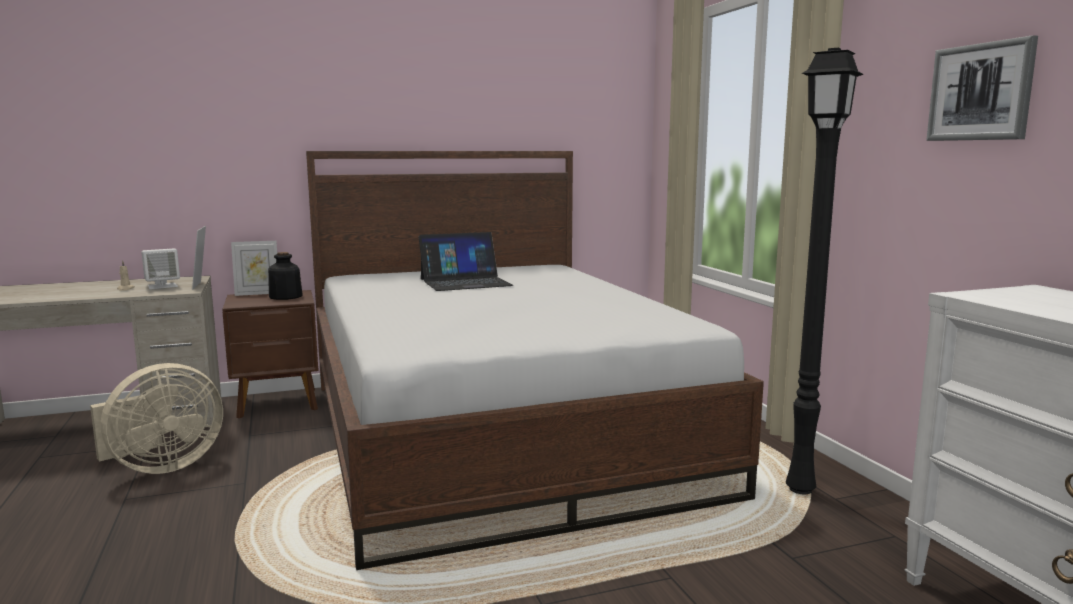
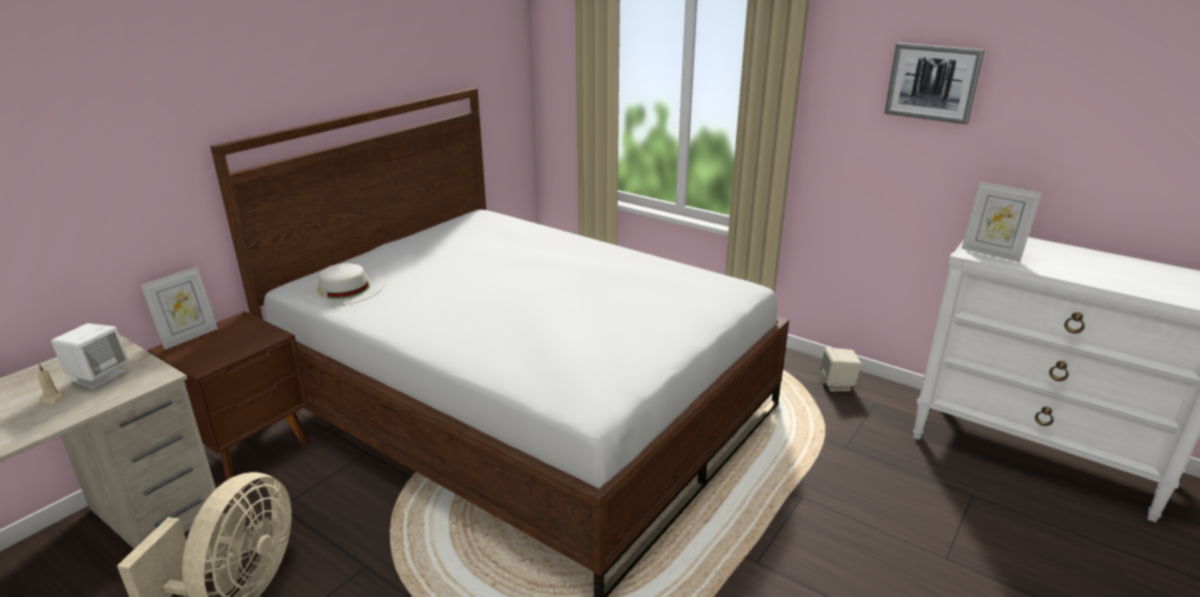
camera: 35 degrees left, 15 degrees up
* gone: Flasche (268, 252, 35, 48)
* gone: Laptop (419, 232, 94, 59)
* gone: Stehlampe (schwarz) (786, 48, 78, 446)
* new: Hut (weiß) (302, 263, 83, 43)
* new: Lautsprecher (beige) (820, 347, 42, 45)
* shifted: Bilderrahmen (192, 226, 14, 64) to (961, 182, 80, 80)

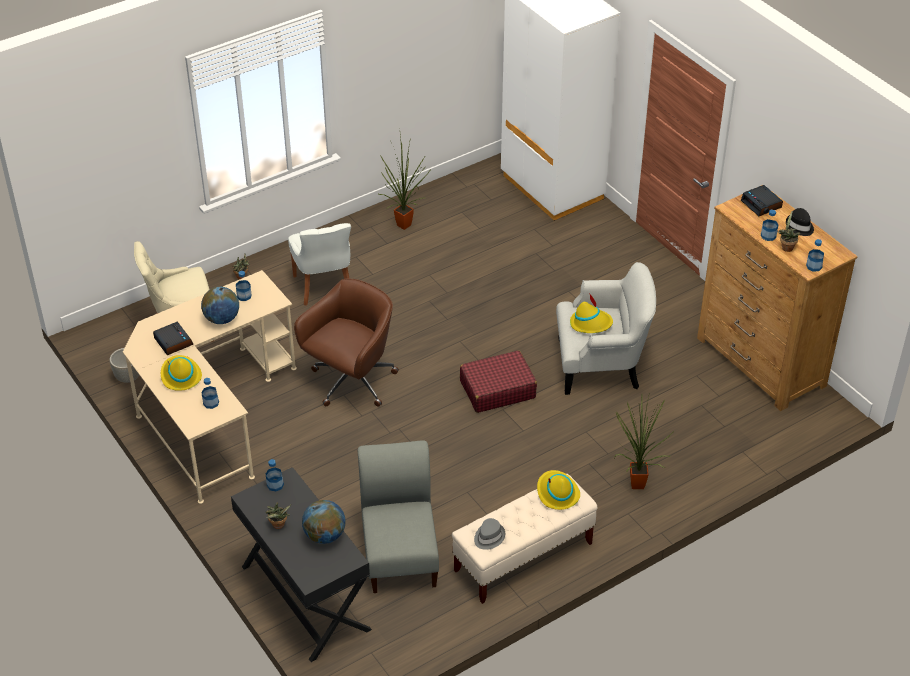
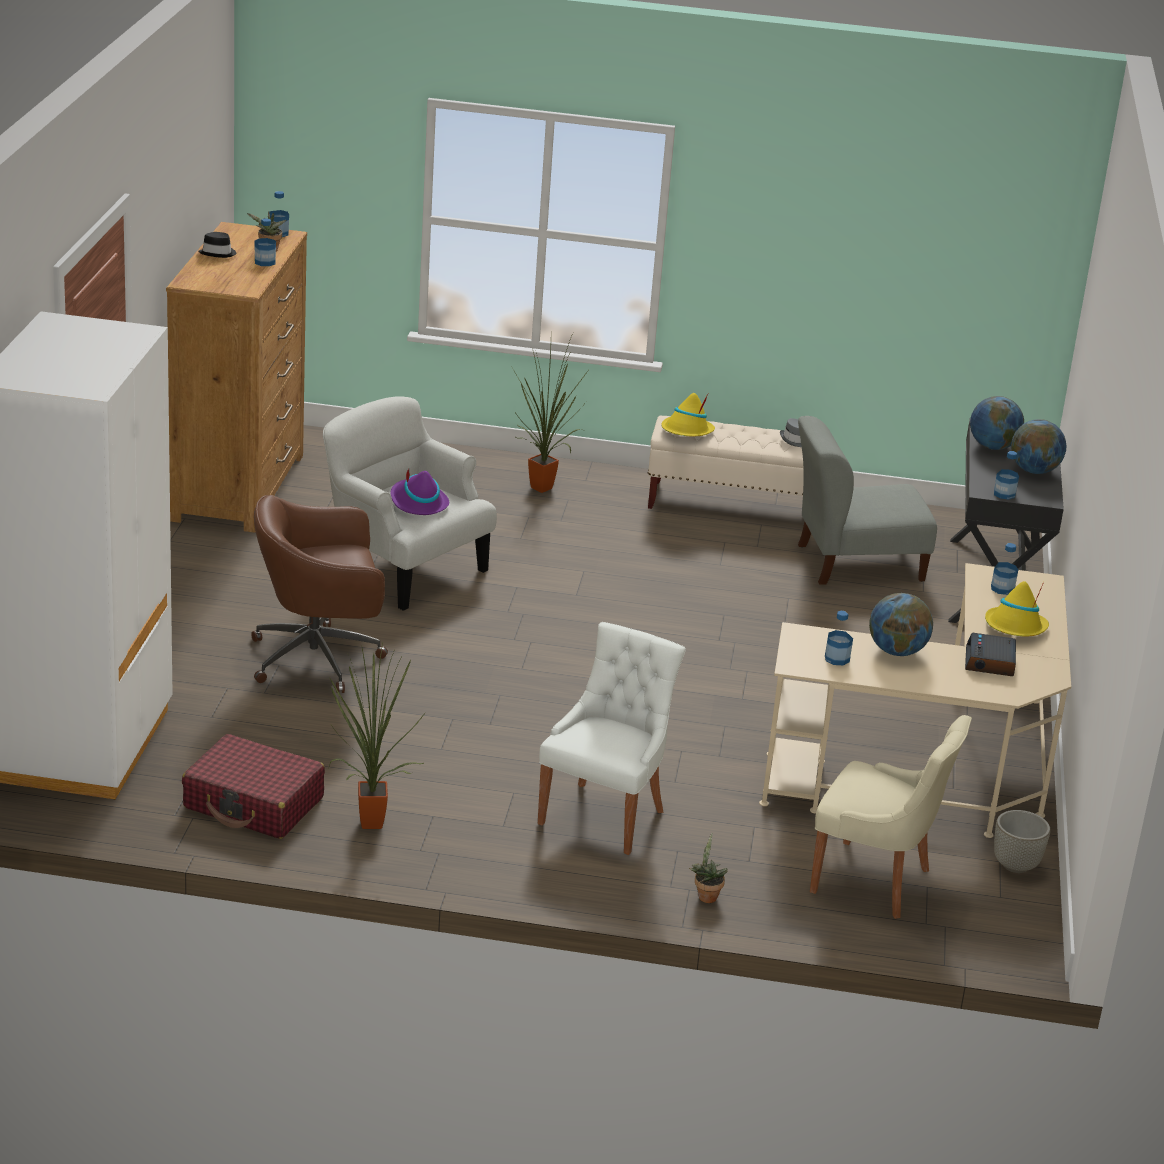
camera: 140 degrees left, 15 degrees down
* gone: Wecker (741, 185, 42, 31)
* shifted: Bürostuhl (braun) (294, 279, 105, 128) to (251, 495, 137, 198)
* shifted: Koffer (rot) (460, 350, 77, 63) to (182, 734, 143, 105)
* swapped: Topfpflanze (265, 502, 26, 27) to Globus (1011, 419, 55, 55)
* repainted: Hut (gelb) (570, 293, 43, 40) to Hut (lila) (391, 469, 58, 46)
* rotated: Stuhl (grau) (358, 440, 81, 153) = (798, 416, 139, 169) 45 degrees clockwise

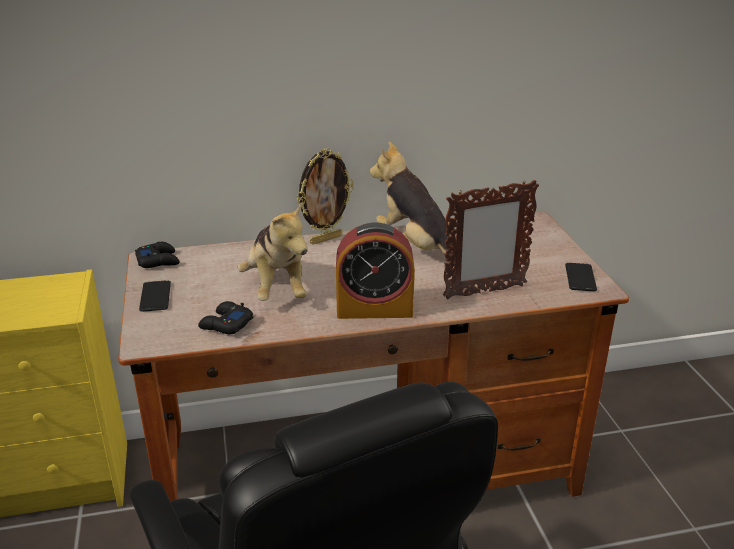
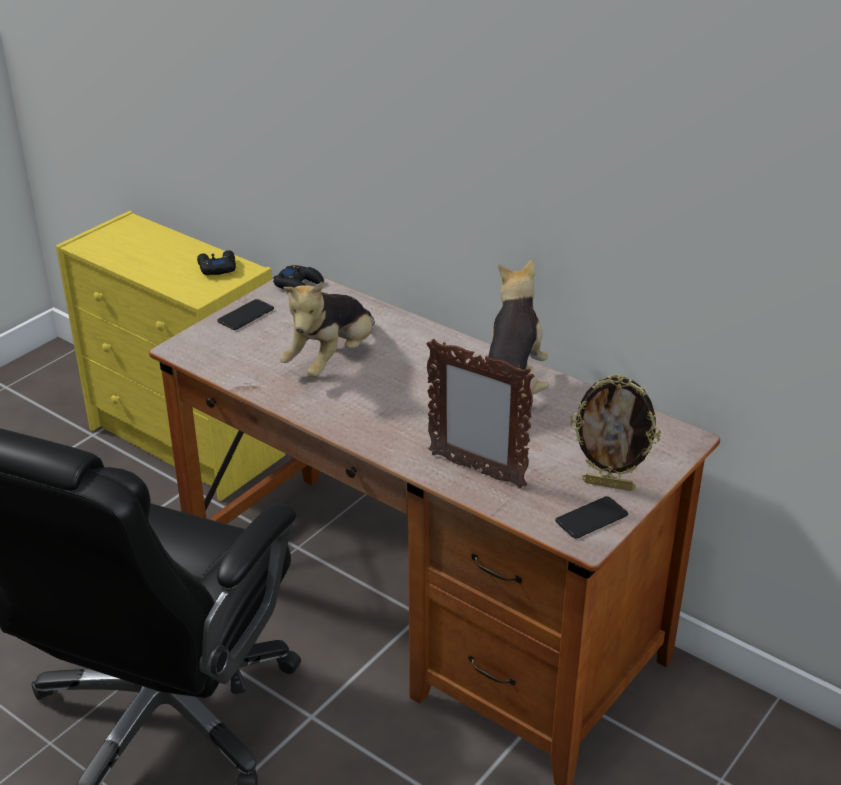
camera: 50 degrees right, 5 degrees up
* gone: Wecker (336, 222, 79, 97)
* shifted: Gamepad (schwarz) (198, 301, 55, 34) to (197, 250, 39, 25)
* shifted: Bilderrahmen (297, 148, 57, 96) to (570, 375, 91, 116)

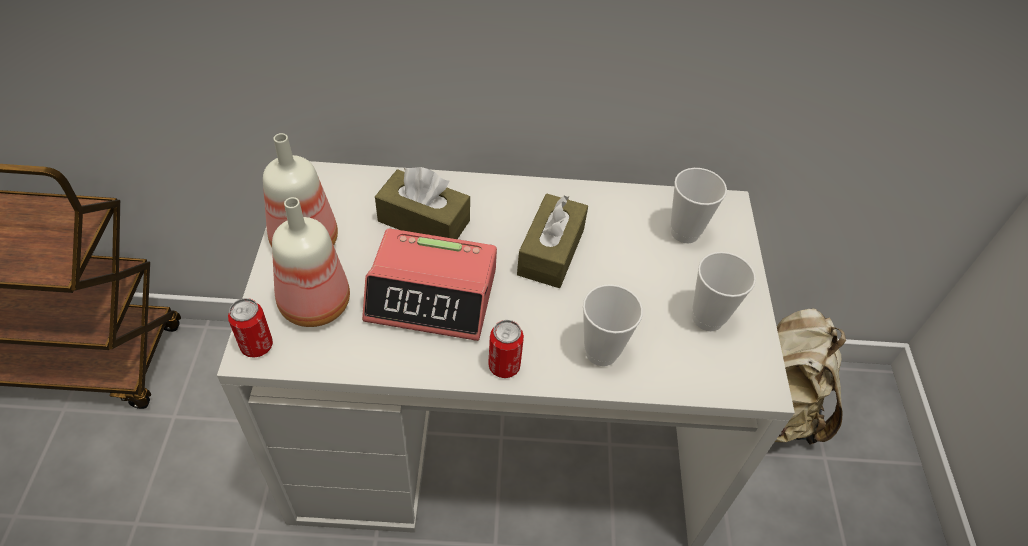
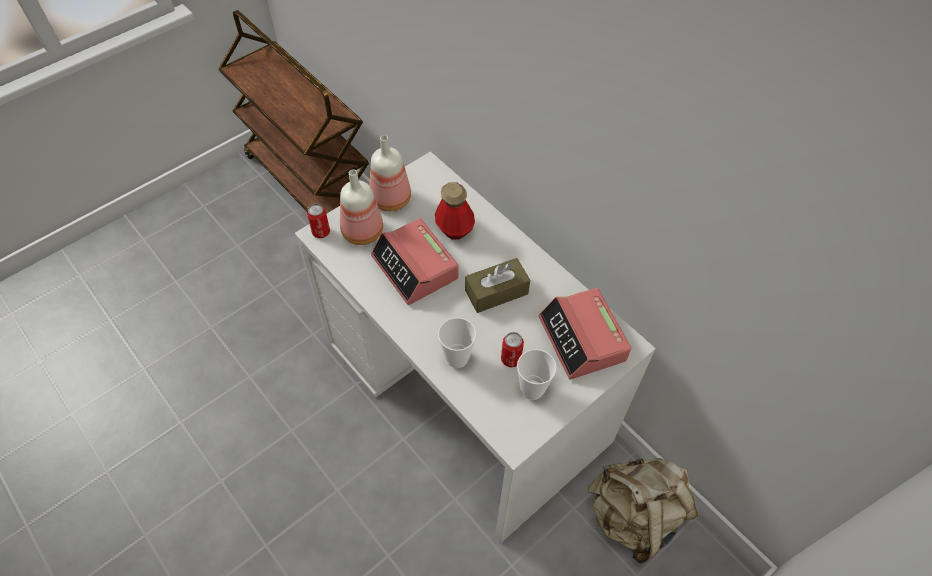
camera: 50 degrees right, 5 degrees up
* shifted: Dose (488, 320, 36, 58) to (501, 332, 23, 36)
* swapped: Taschentuchbox (braun) (375, 167, 95, 72) to Flasche (435, 183, 40, 56)
* swapped: Tasse (671, 168, 56, 75) to Wecker (538, 288, 93, 91)

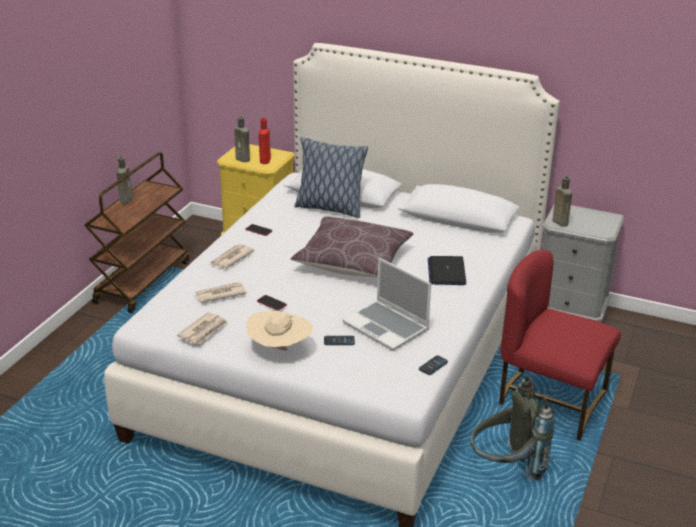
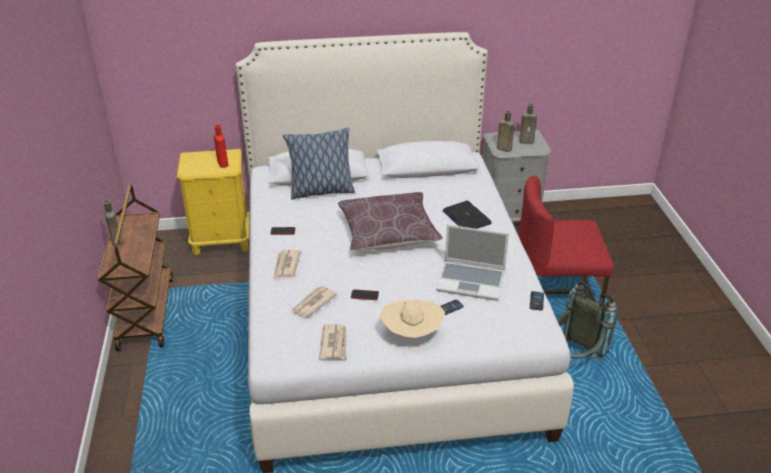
camera: 30 degrees left, 5 degrees up
* shifted: Flasche (braun) (234, 116, 16, 46) to (519, 103, 18, 41)

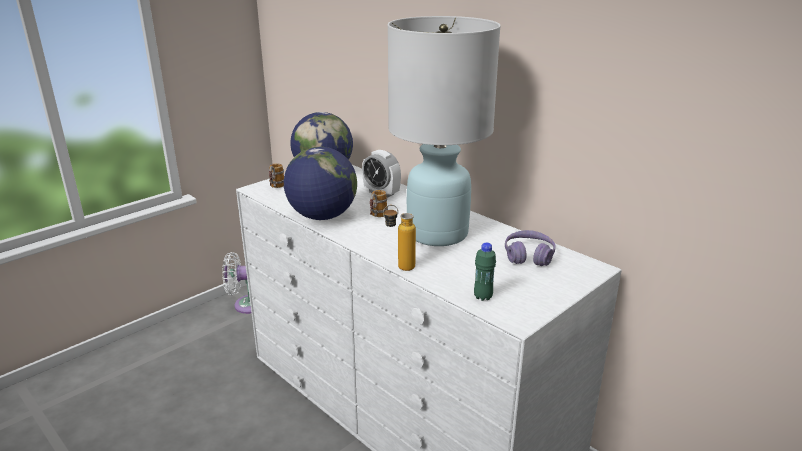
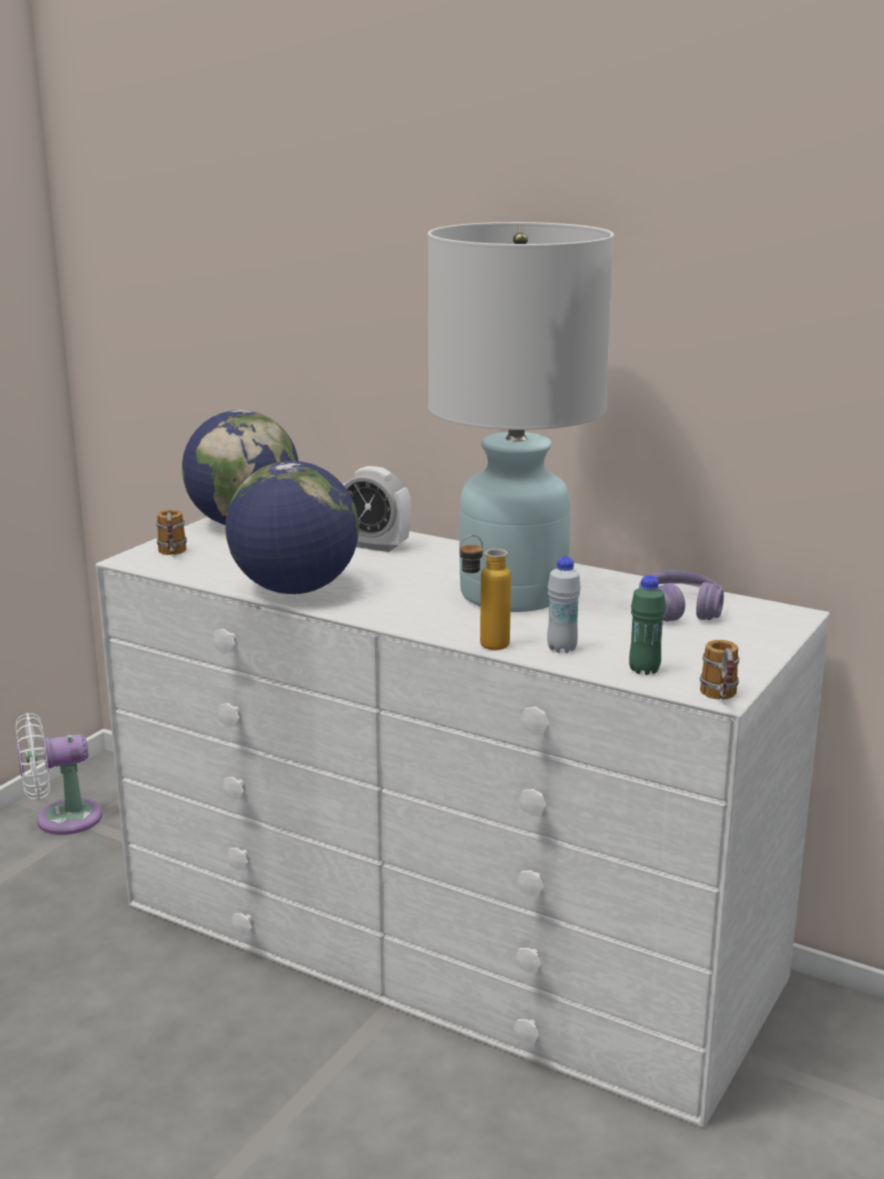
camera: 15 degrees left, 5 degrees down
* new: Flasche (weiß) (547, 557, 34, 96)
* shifted: Henkelbecher (370, 190, 18, 27) to (700, 640, 40, 59)

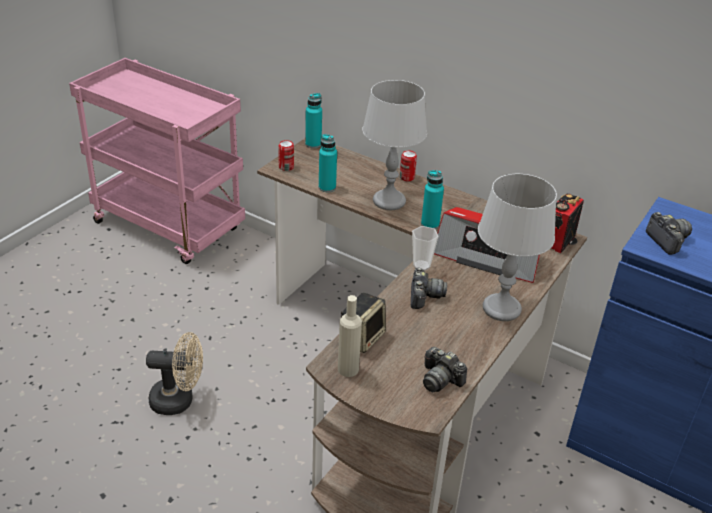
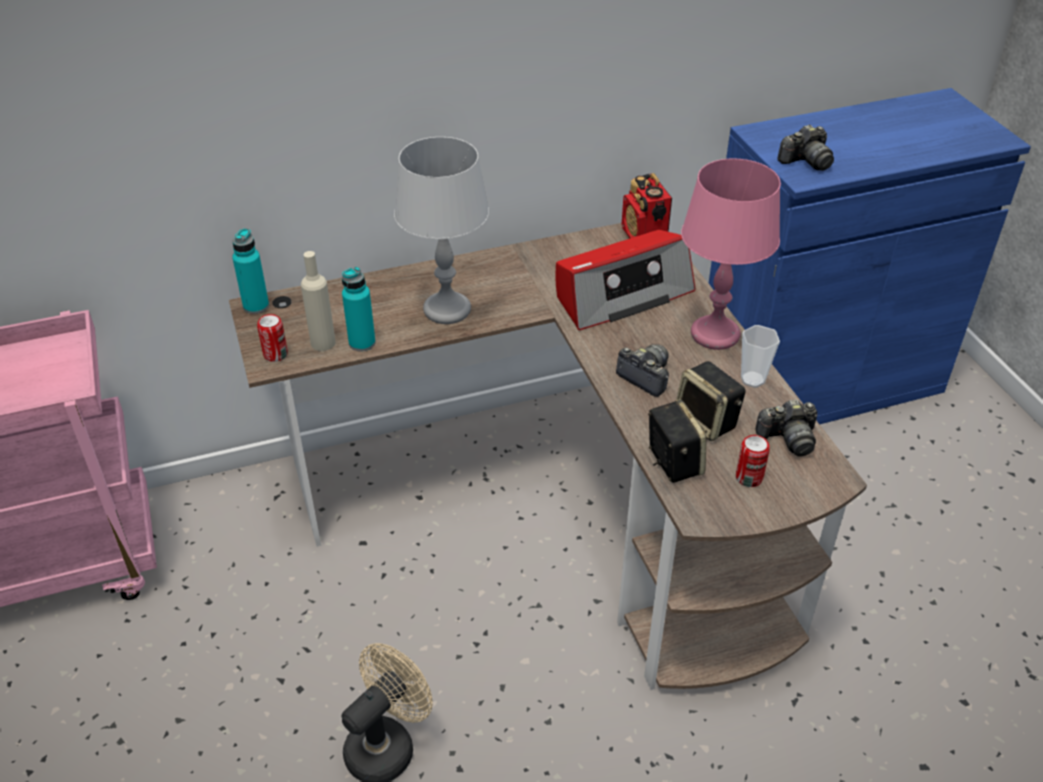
camera: 50 degrees left, 5 degrees up
* gone: Flasche (türkis) (421, 170, 23, 59)
* new: Lautsprecher (676, 361, 70, 80)
* shifted: Flasche (beige) (338, 295, 24, 82) to (301, 251, 35, 100)
* shifted: Dose (400, 150, 17, 31) to (736, 435, 34, 52)
* shifted: Tasse (412, 226, 27, 45) to (741, 325, 39, 63)
* repainted: Tischlampe (grau) (478, 174, 79, 147) to Tischlampe (rosa) (681, 158, 100, 192)
* rotated: Kamera (646, 212, 46, 43) = (777, 124, 57, 47) 135 degrees clockwise

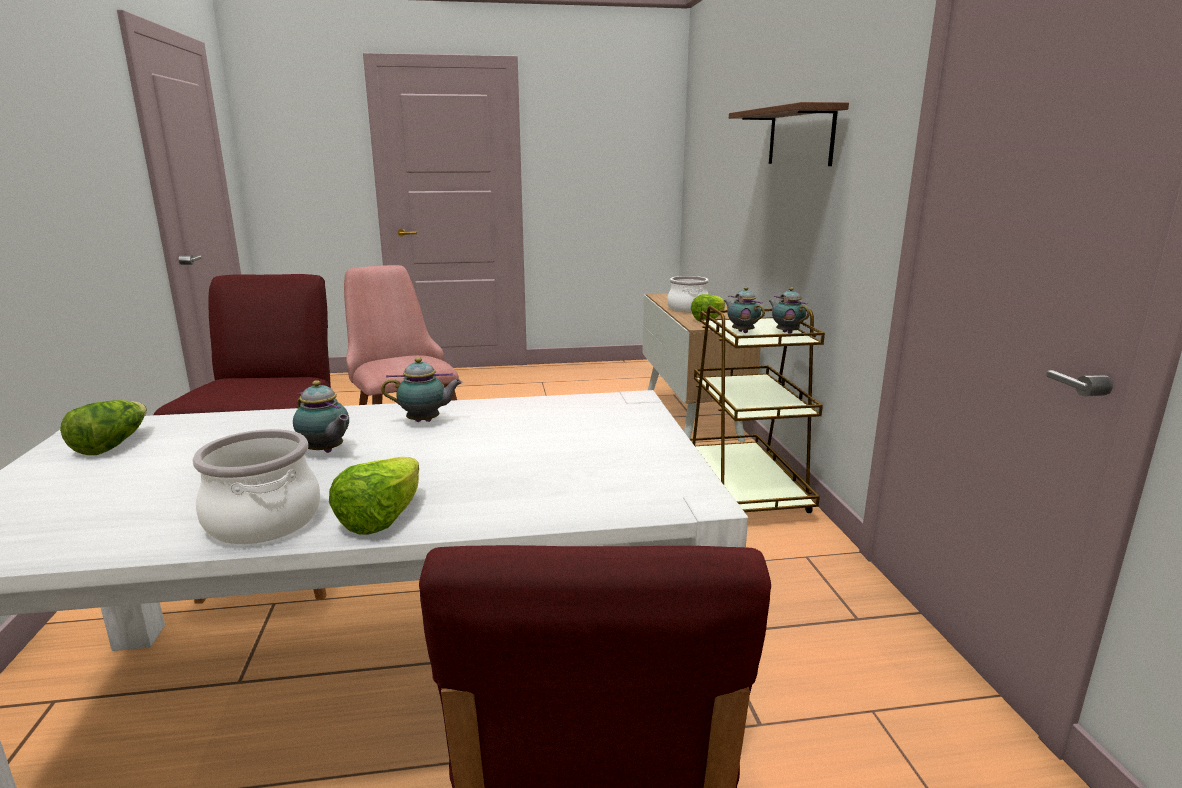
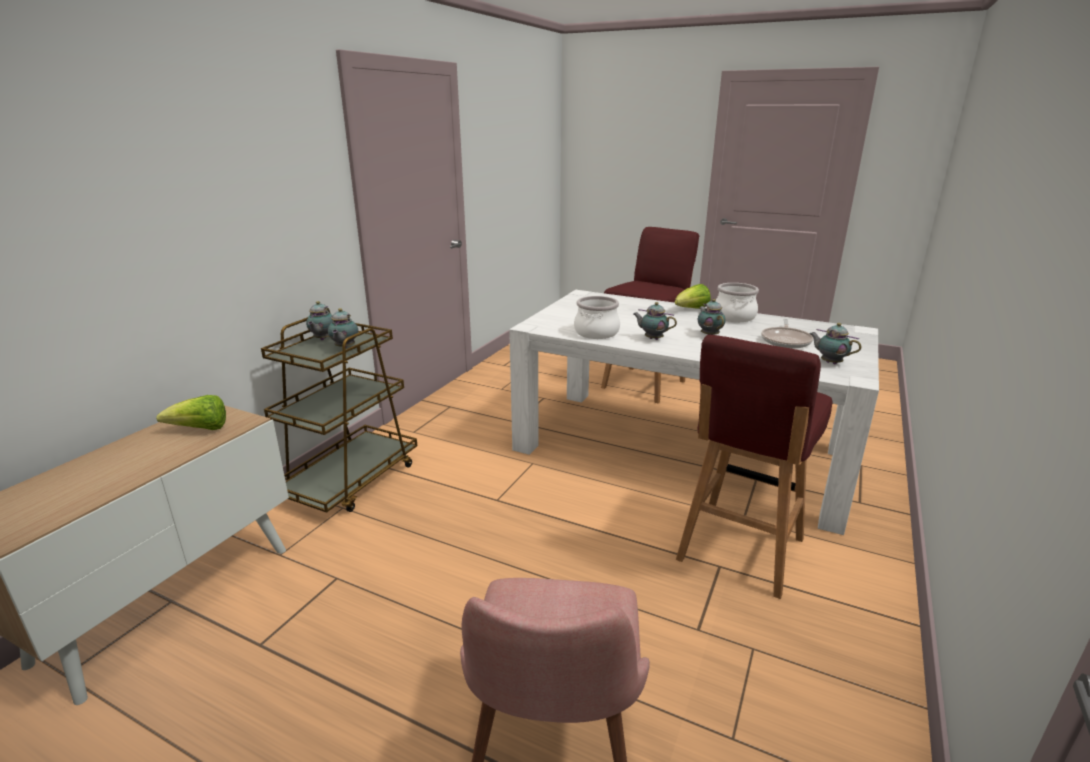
camera: 145 degrees left, 5 degrees up
* gone: Wandregal (729, 102, 120, 64)
* new: Pfanne (761, 319, 52, 29)
* shifted: Kochtopf (667, 276, 42, 36) to (574, 296, 46, 43)
* swapped: Salatkopf (60, 400, 87, 55) to Teekanne (809, 323, 52, 41)

